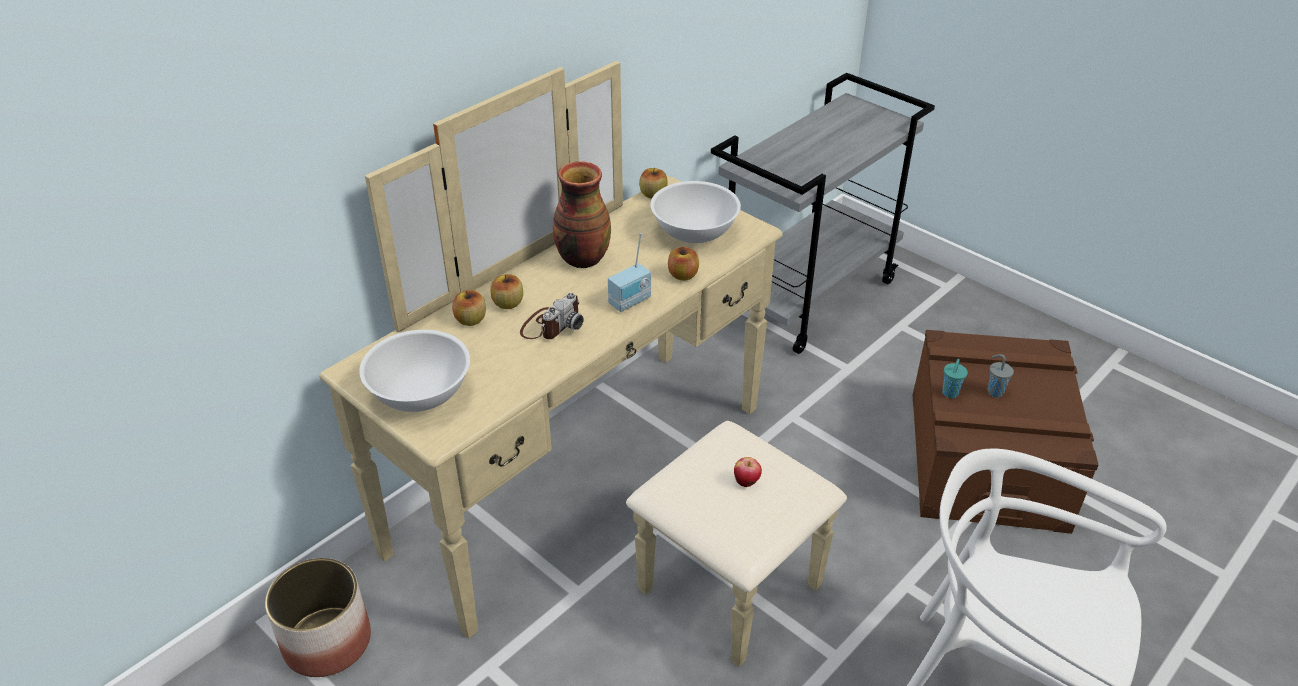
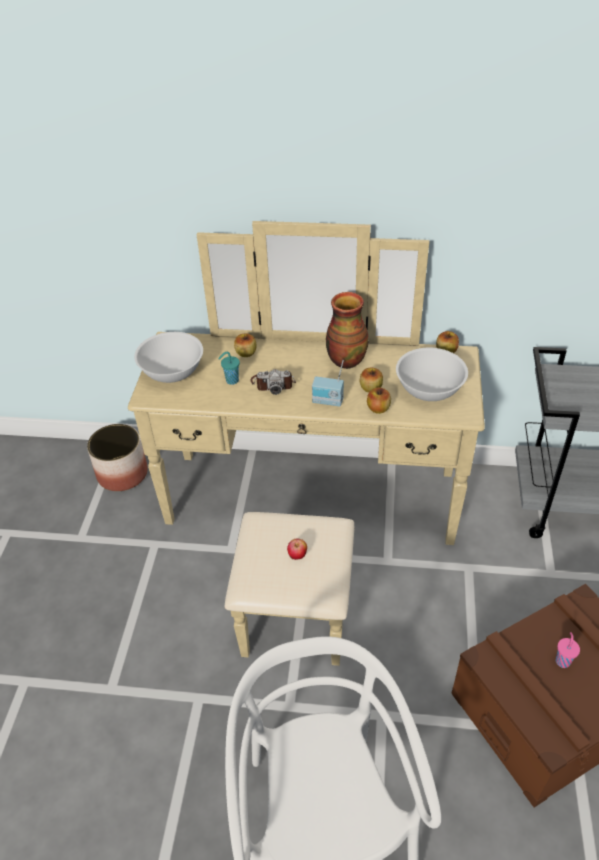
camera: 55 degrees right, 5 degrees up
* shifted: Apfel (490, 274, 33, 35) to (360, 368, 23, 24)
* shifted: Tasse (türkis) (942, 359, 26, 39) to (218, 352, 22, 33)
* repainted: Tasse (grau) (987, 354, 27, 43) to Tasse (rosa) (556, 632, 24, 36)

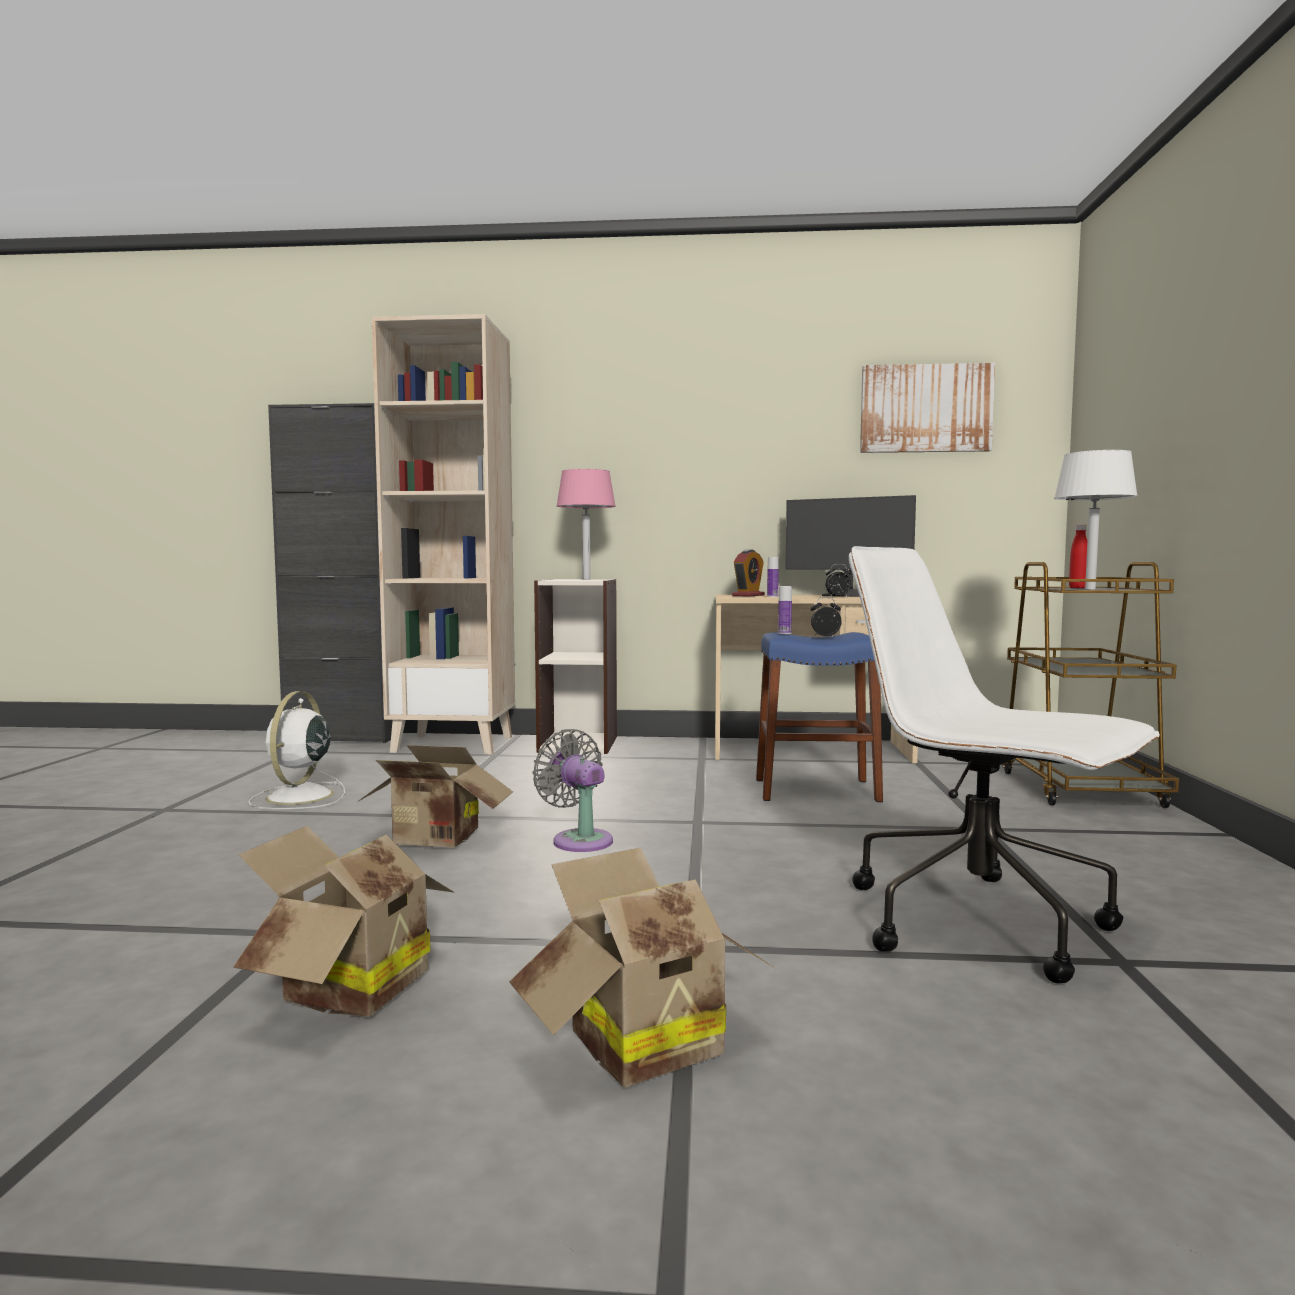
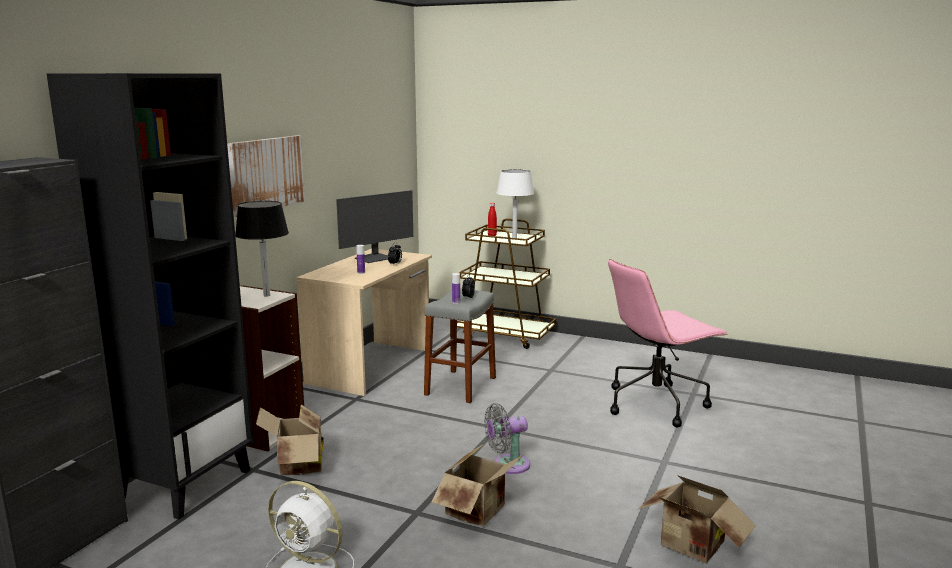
camera: 70 degrees left, 10 degrees up
* gone: Wecker (732, 550, 33, 47)
* shifted: Karton (509, 848, 267, 239) to (256, 404, 68, 71)
* shifted: Bild (860, 363, 135, 90) to (227, 135, 78, 82)
* repainted: Bücherregal (beige) (372, 314, 143, 441) to Bücherregal (schwarz) (47, 73, 206, 447)
* repainted: Tischlampe (rosa) (556, 469, 60, 111) to Tischlampe (schwarz) (235, 201, 54, 95)
* repainted: Hocker (blau) (756, 632, 127, 170) to Hocker (grau) (424, 289, 72, 114)
* repainted: Bürostuhl (weiß) (849, 546, 311, 437) to Bürostuhl (rosa) (608, 259, 120, 169)

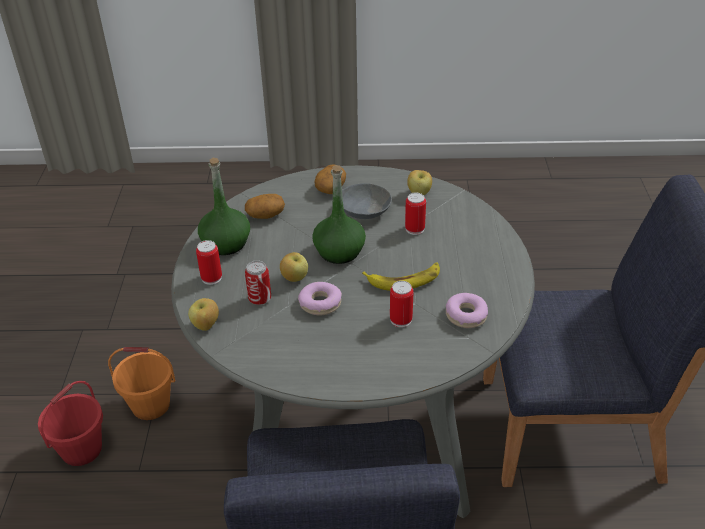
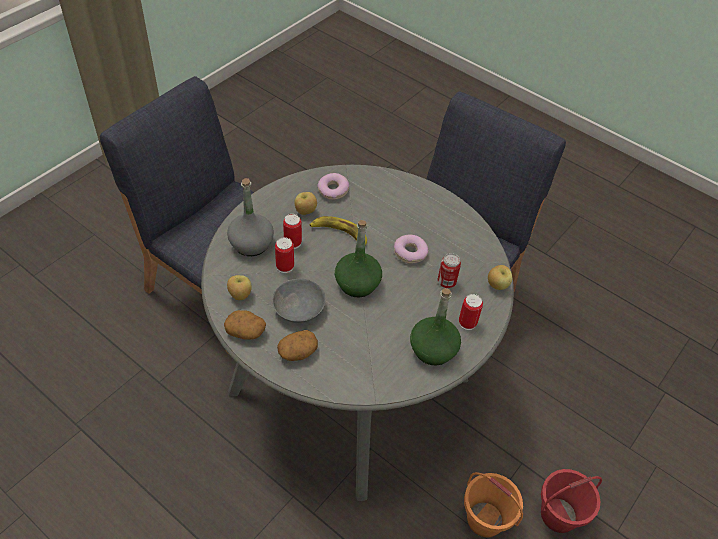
camera: 145 degrees left, 10 degrees up
* new: Flasche (grau) (227, 178, 47, 78)
* shifted: Kartoffel (245, 194, 40, 25) to (224, 310, 42, 30)
* shifted: Apfel (280, 252, 28, 30) to (294, 192, 23, 23)
* shifted: Dose (390, 281, 24, 46) to (283, 214, 19, 35)

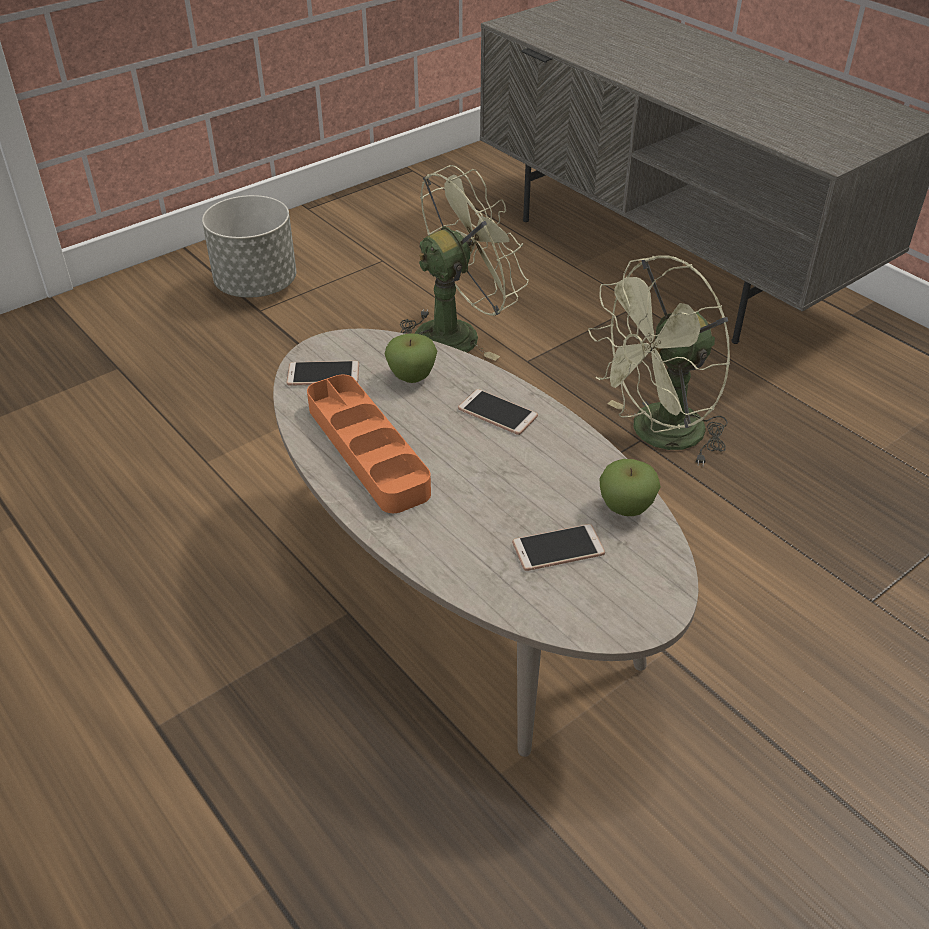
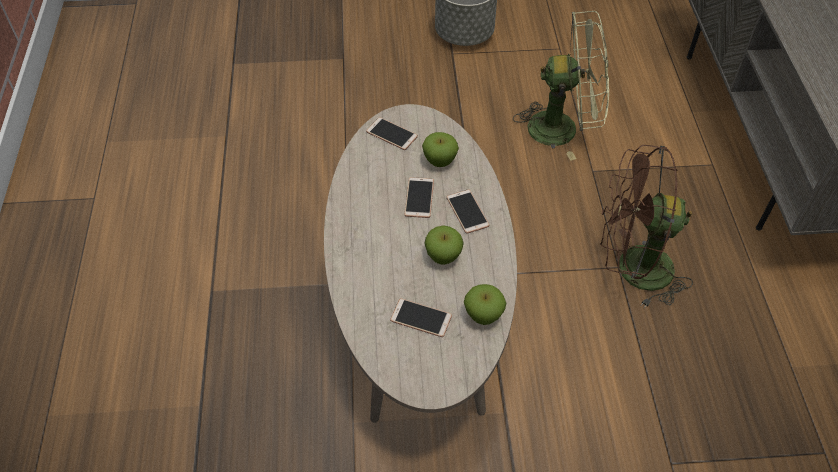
camera: 35 degrees right, 10 degrees up
* gone: Tablett (orange) (307, 375, 124, 138)
* new: Handy (404, 177, 30, 41)
* new: Apfel (425, 225, 39, 40)
* repainted: Ventilator (grün) (588, 255, 142, 211) to Ventilator (braun) (600, 145, 93, 163)

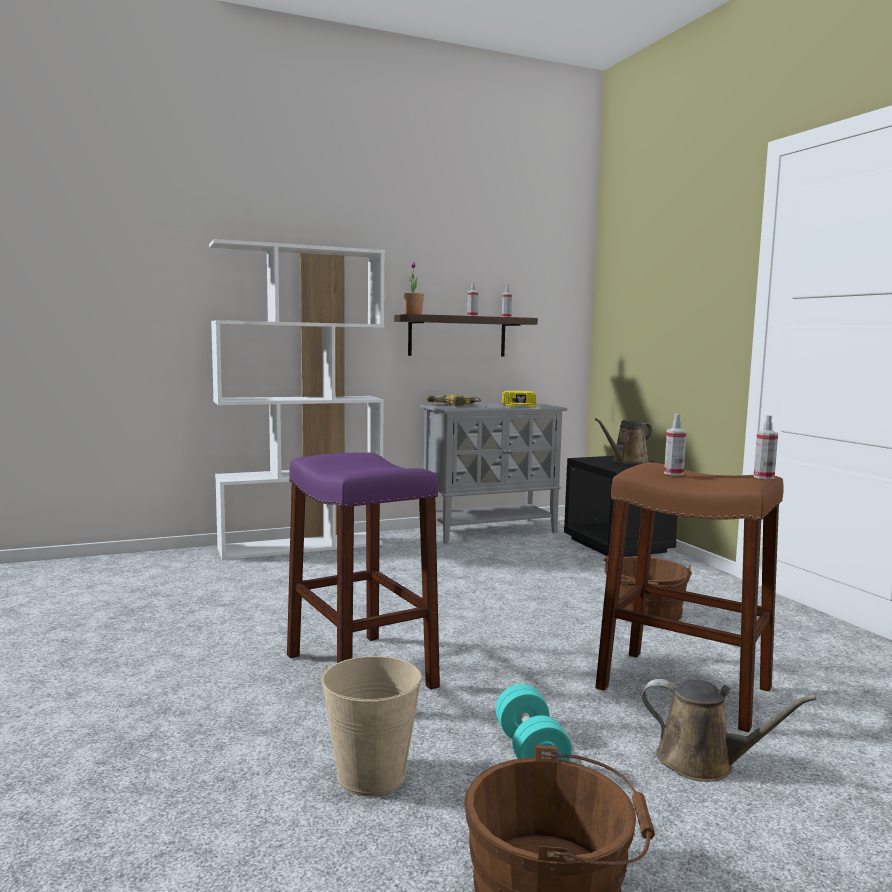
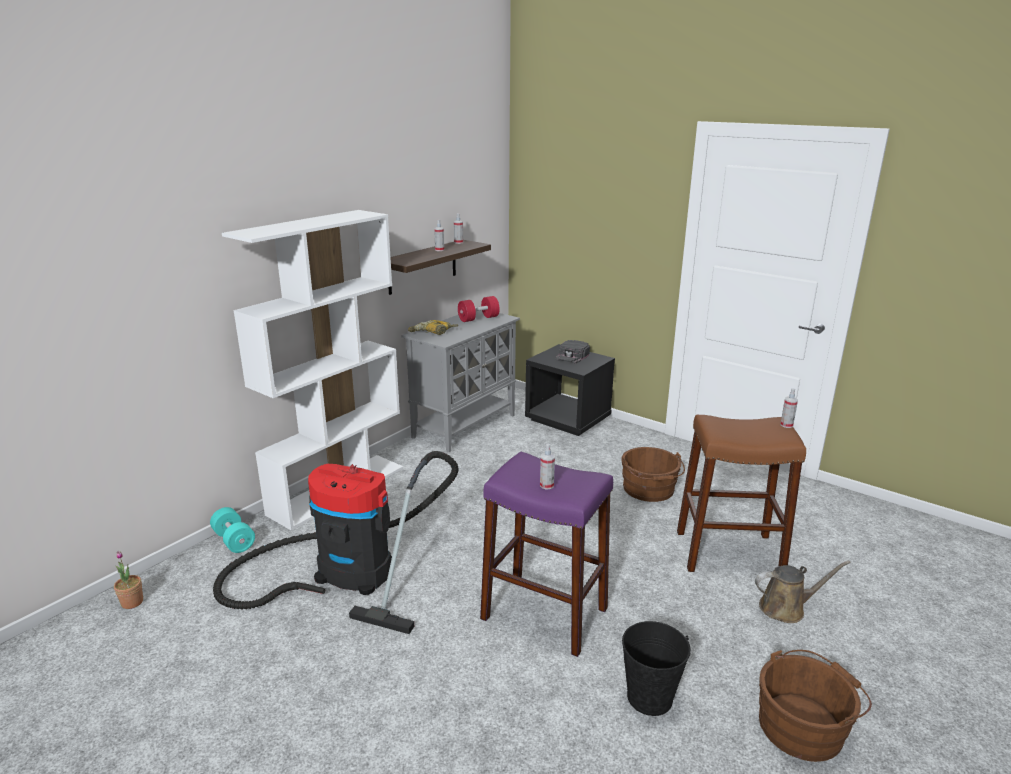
camera: 30 degrees left, 15 degrees up
* new: Staubsauger (213, 451, 246, 183)
* shifted: Topfpflanze (404, 262, 20, 52) to (114, 551, 29, 58)
* shifted: Hantel (türkis) (496, 684, 76, 77) to (210, 507, 45, 46)
* shifted: Sprühflasche (664, 414, 23, 61) to (540, 444, 15, 46)
* swapped: Kappe (gelb) (502, 391, 34, 16) to Hantel (rot) (458, 296, 42, 26)
* swapped: Gießkanne (braun) (595, 418, 58, 46) to Kappe (schwarz) (556, 340, 34, 24)
* repainted: Eimer (beige) (321, 656, 101, 140) to Eimer (schwarz) (622, 621, 69, 95)

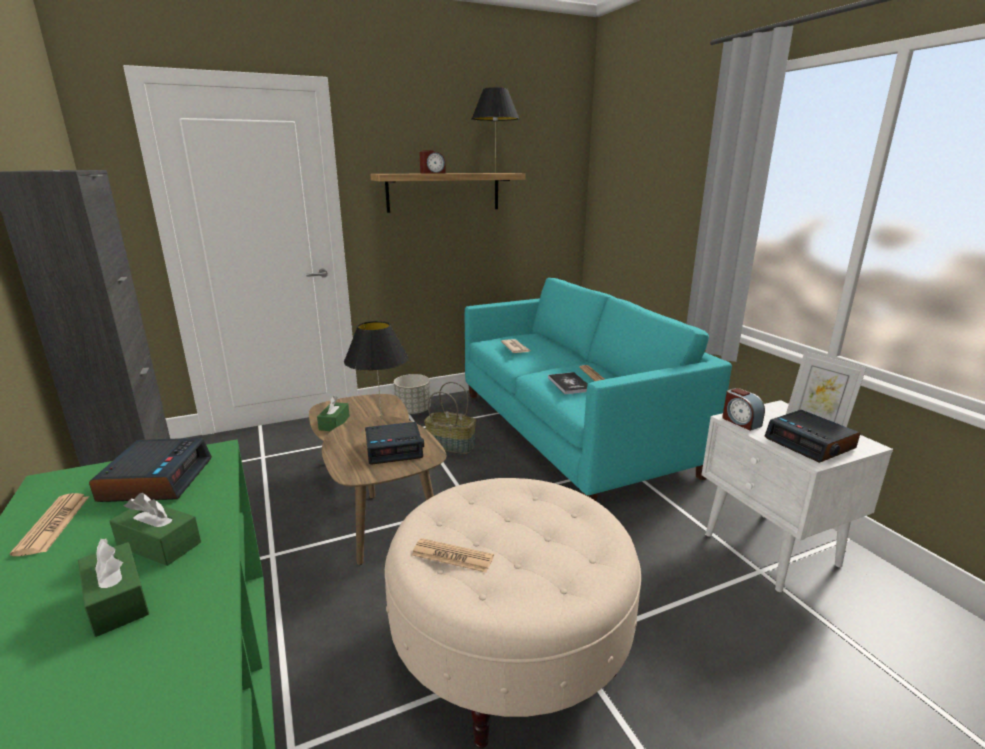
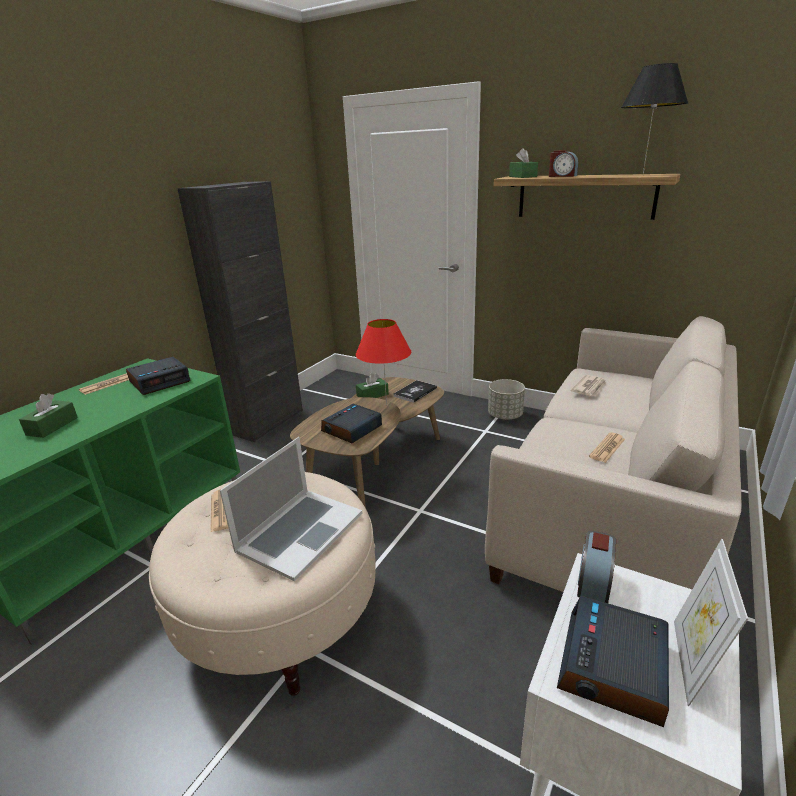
camera: 55 degrees right, 5 degrees up
* gone: Korb (424, 382, 52, 72)
* new: Laptop (220, 437, 143, 145)
* shifted: Taschentuchbox (grün) (109, 493, 92, 73) to (509, 148, 29, 30)
* shifted: Buch (548, 372, 40, 22) to (393, 380, 44, 23)
* repainted: Tischlampe (schwarz) (344, 321, 65, 99) to Tischlampe (rot) (356, 319, 55, 86)
* repainted: Sofa (türkis) (465, 278, 267, 223) to Sofa (beige) (485, 316, 256, 276)
* rotated: Wecker (365, 422, 59, 43) = (321, 404, 61, 39) 90 degrees clockwise

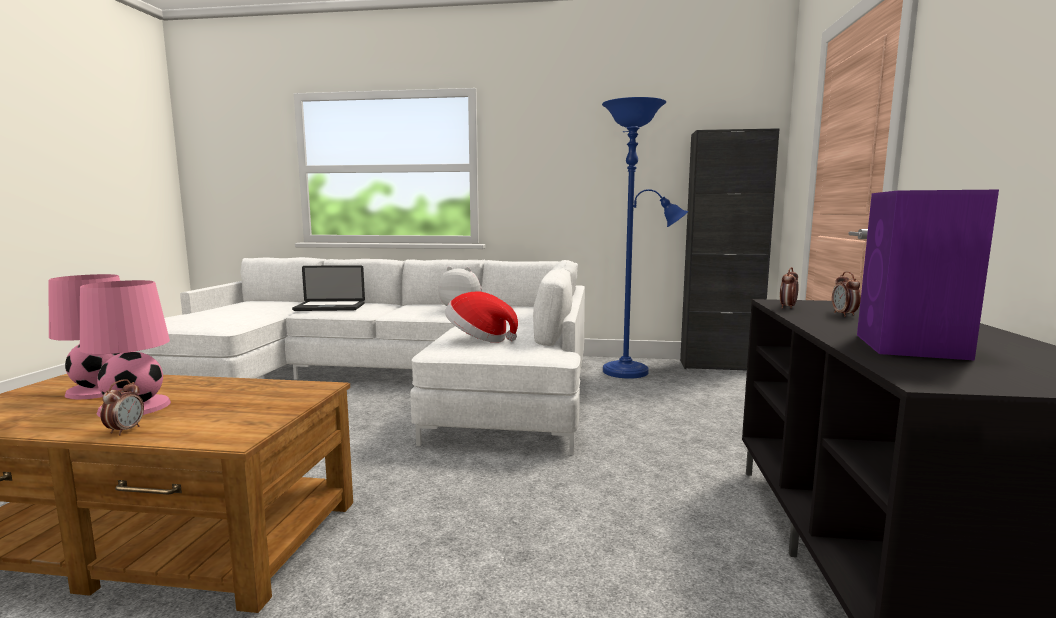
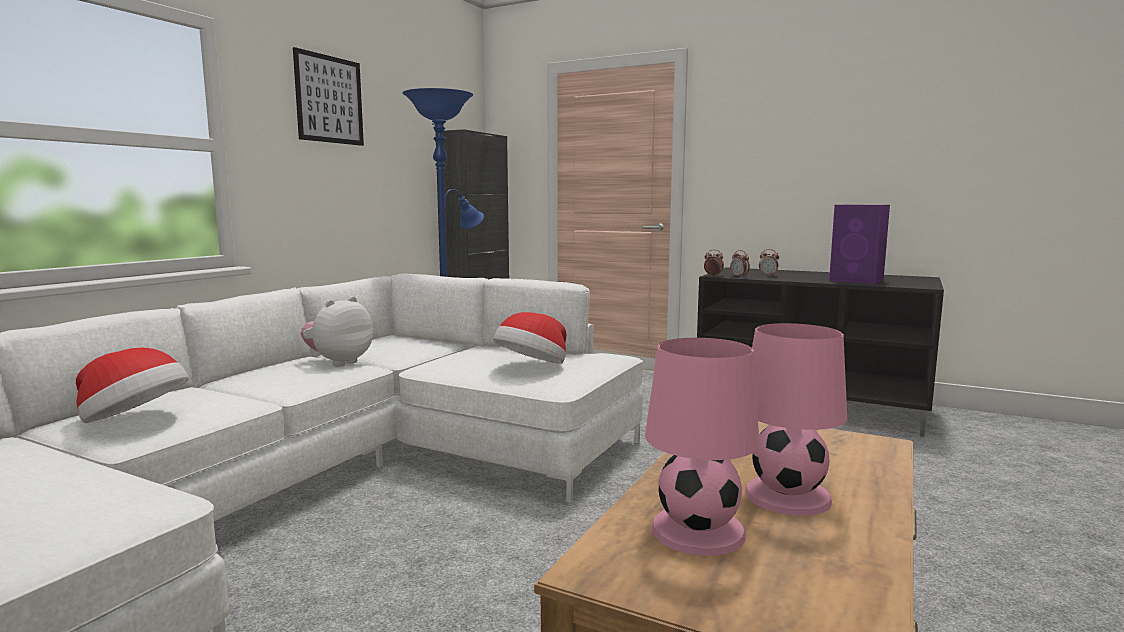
camera: 70 degrees left, 0 degrees up
* new: Bild (293, 47, 71, 99)
* shifted: Wecker (100, 379, 44, 56) to (704, 250, 20, 26)
* swapped: Laptop (292, 265, 73, 46) to Hut (76, 347, 113, 76)

